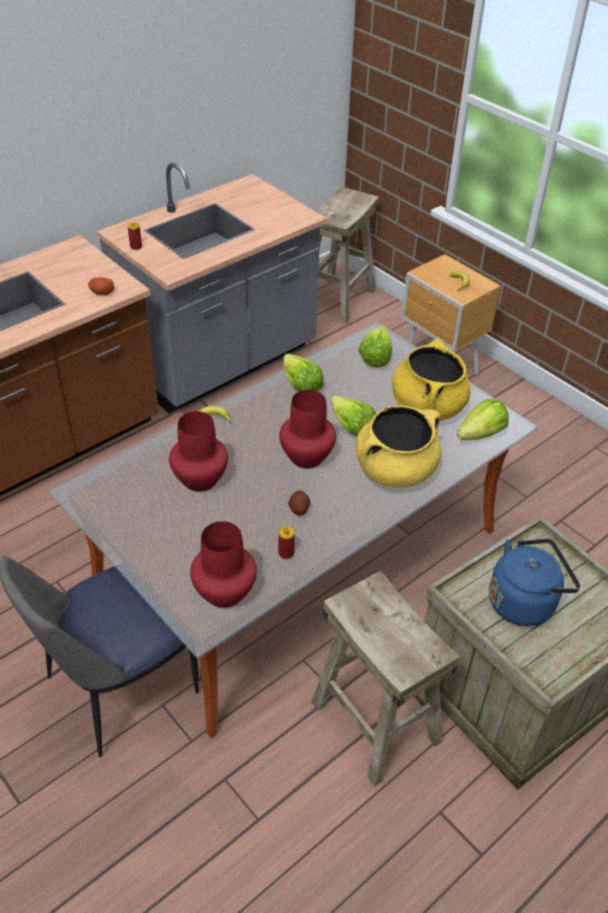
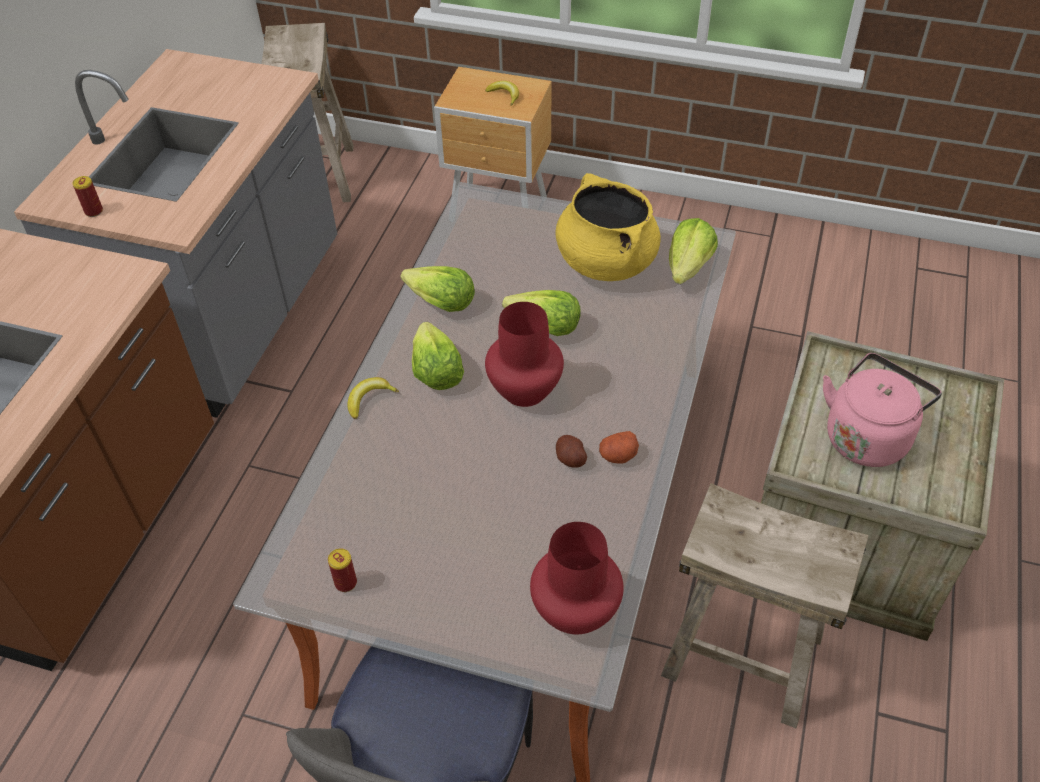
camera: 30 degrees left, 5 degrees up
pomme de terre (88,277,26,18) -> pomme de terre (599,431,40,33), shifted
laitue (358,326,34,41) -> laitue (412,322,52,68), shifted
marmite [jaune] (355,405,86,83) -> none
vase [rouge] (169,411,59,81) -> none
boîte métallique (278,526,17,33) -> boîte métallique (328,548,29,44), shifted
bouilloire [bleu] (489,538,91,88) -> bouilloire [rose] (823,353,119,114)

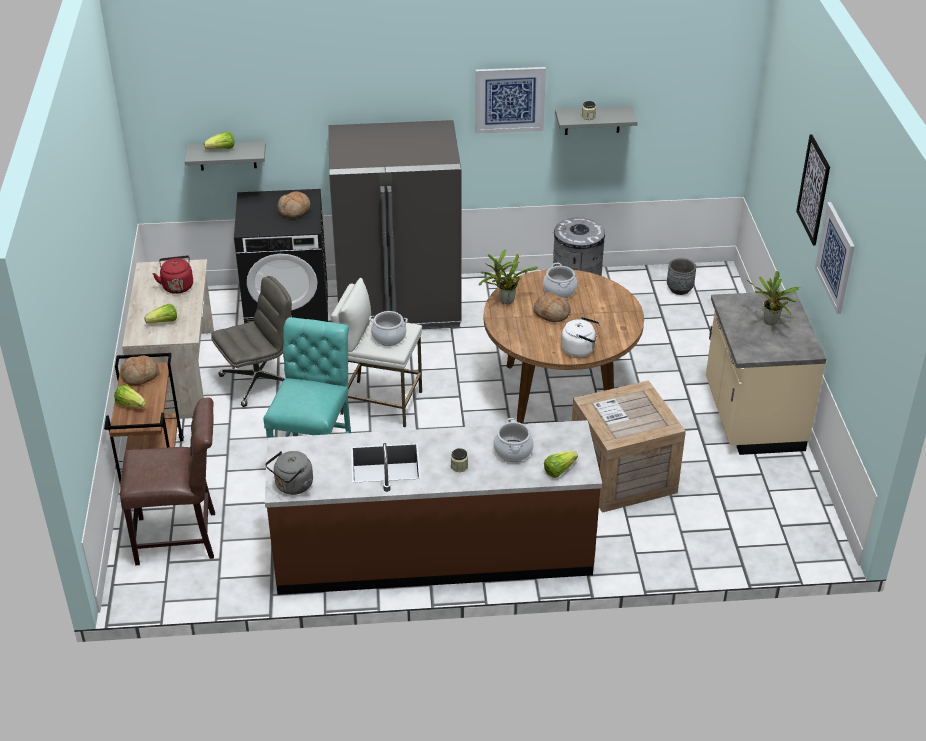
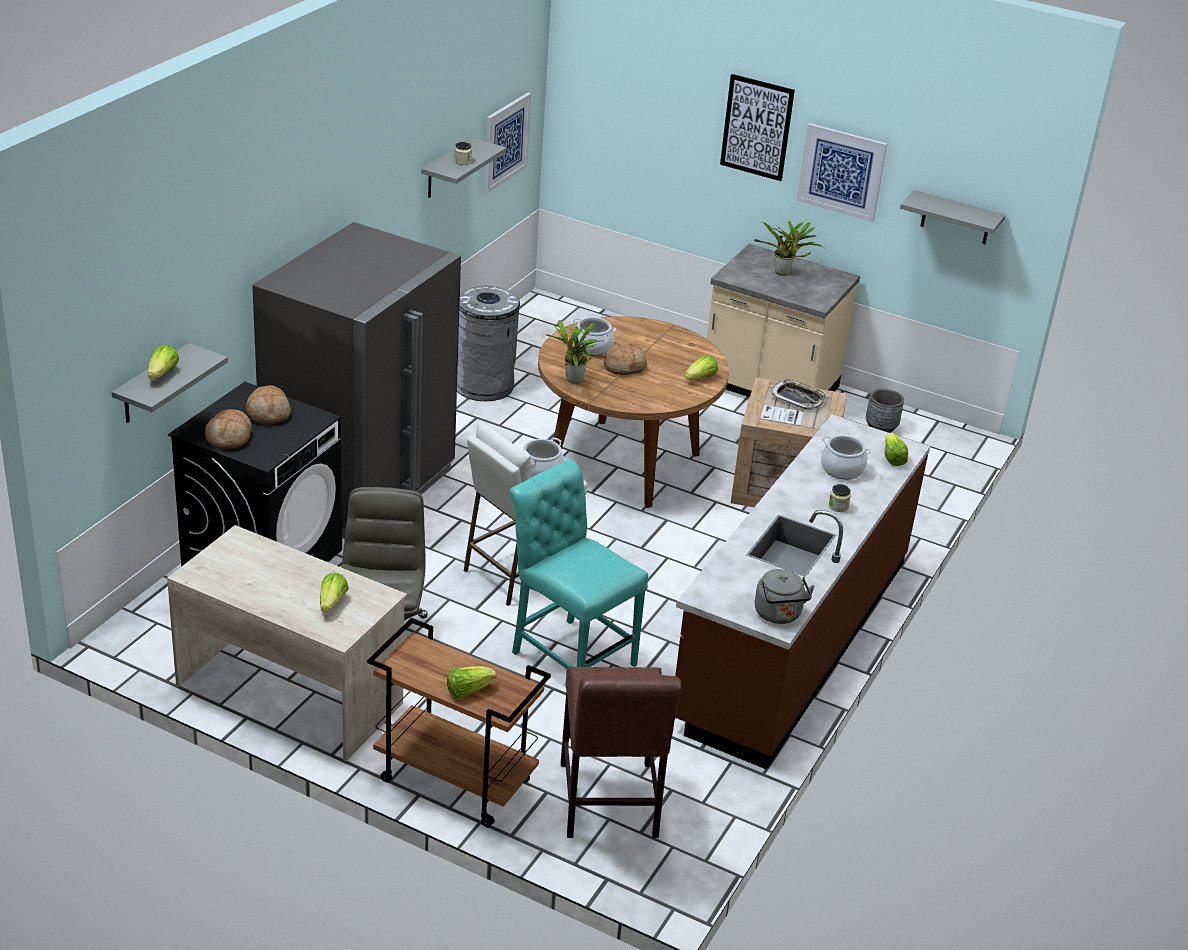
camera: 60 degrees left, 5 degrees down
tableau (475,67,71,67) -> tableau (484,93,47,100), shifted
bouilloire [rouge] (153,256,40,38) -> none
cache-pot [gris] (667,258,29,37) -> cache-pot [gris] (866,389,38,44), shifted
bouilloire [blanc] (561,317,39,40) -> laitue (685,356,33,24)
pain (121,355,39,31) -> pain (205,409,47,40), shifted
chaise [marron] (120,397,95,169) -> chaise [marron] (561,667,121,171), 150 degrees clockwise
none -> étagère [gris] (900,190,106,54)
none -> plateau (771,379,55,31)

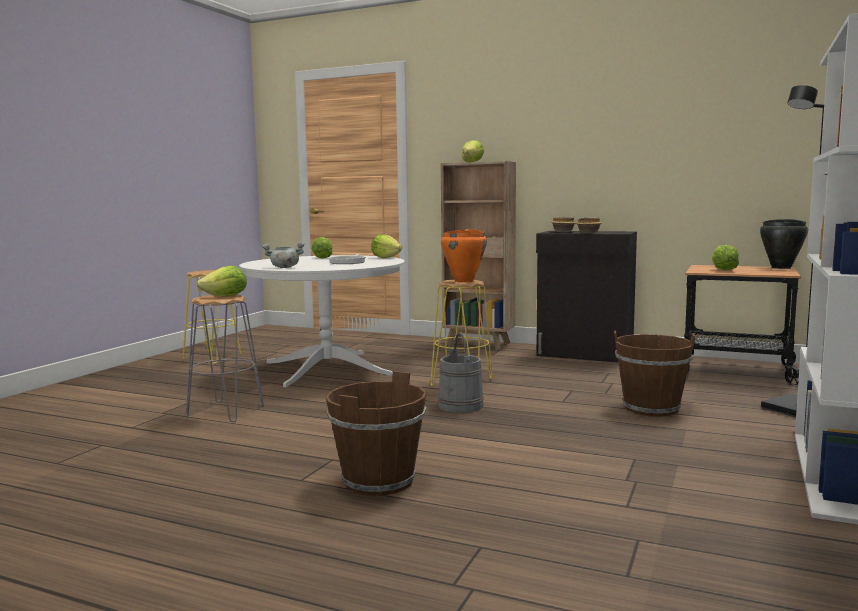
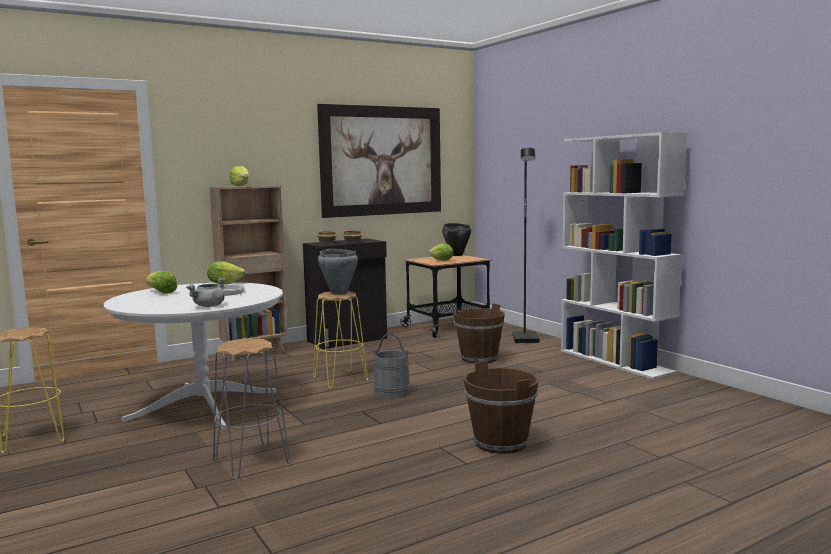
camera: 55 degrees left, 0 degrees up
marmite [orange] (441,229,46,54) -> marmite [gris] (318,249,40,46)
laitue (197,266,50,30) -> none
none -> tableau (317,104,124,114)

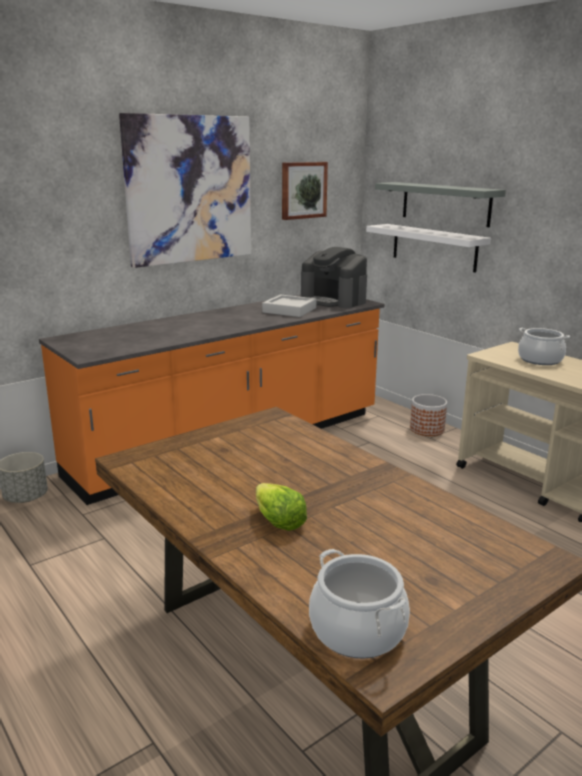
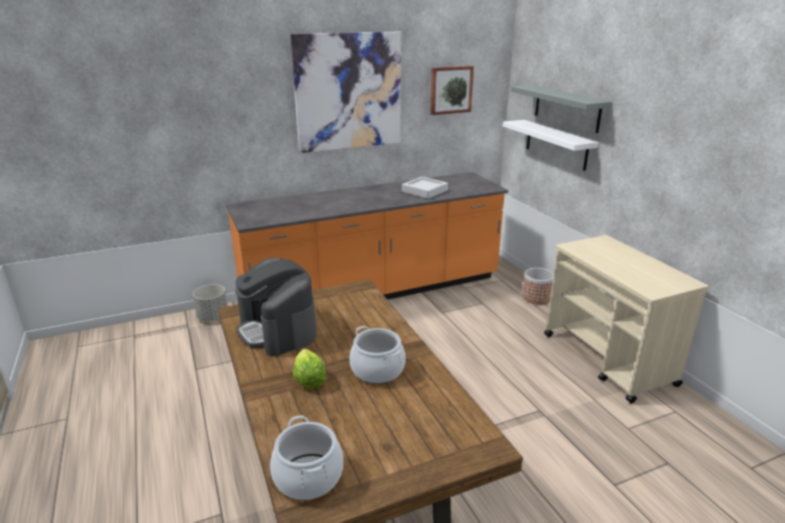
camera: 15 degrees right, 5 degrees up
machine à café (301,247,66,61) -> machine à café (235,258,82,98), shifted
marmite (518,328,52,37) -> marmite (349,326,57,58), shifted

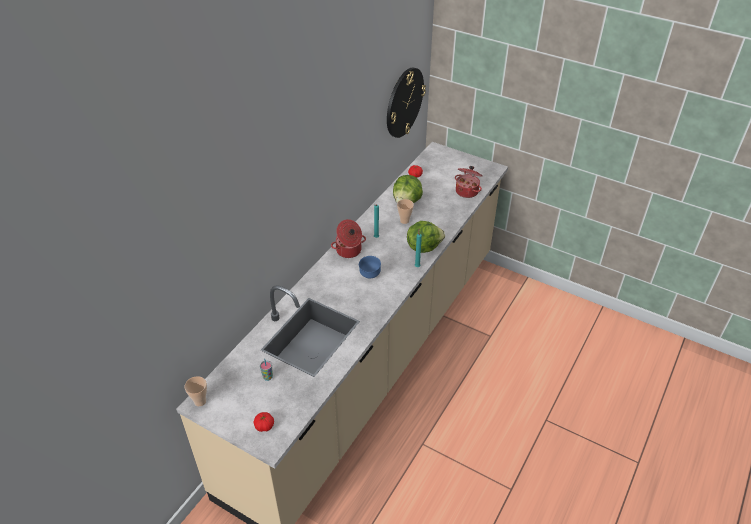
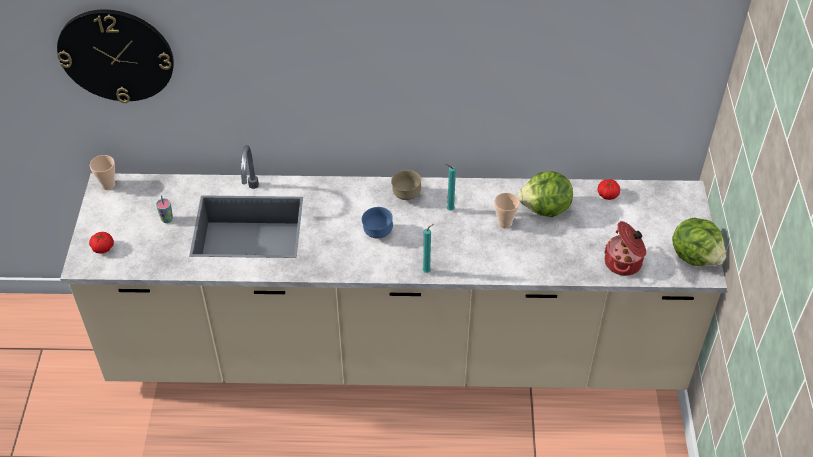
camera: 60 degrees right, 5 degrees up
horloge murale (387,67,39,71) -> horloge murale (57,10,117,93), shifted
marmite (331,219,35,39) -> bol [marron] (391,170,30,30)
laitue (407,221,38,32) -> laitue (672,218,54,48), shifted

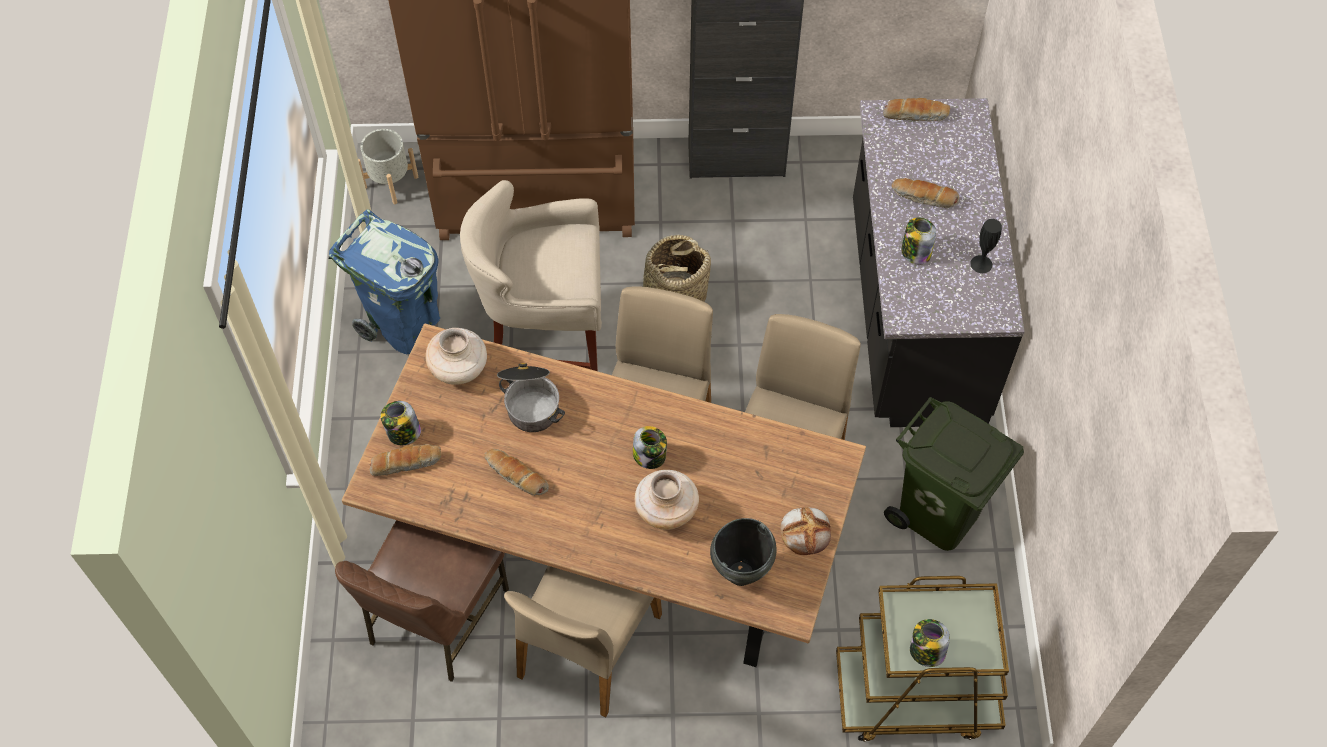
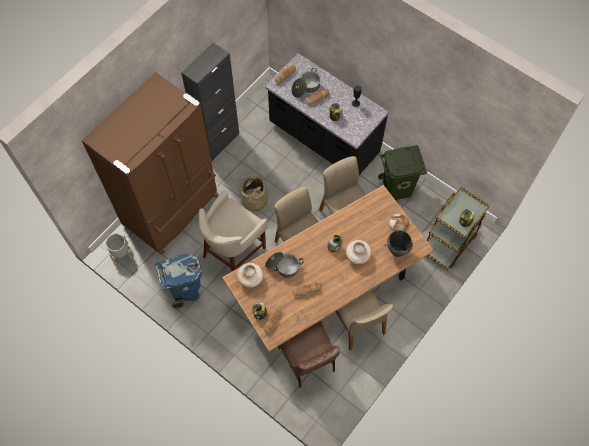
camera: 50 degrees left, 5 degrees up
none -> marmite (291,68,30,30)

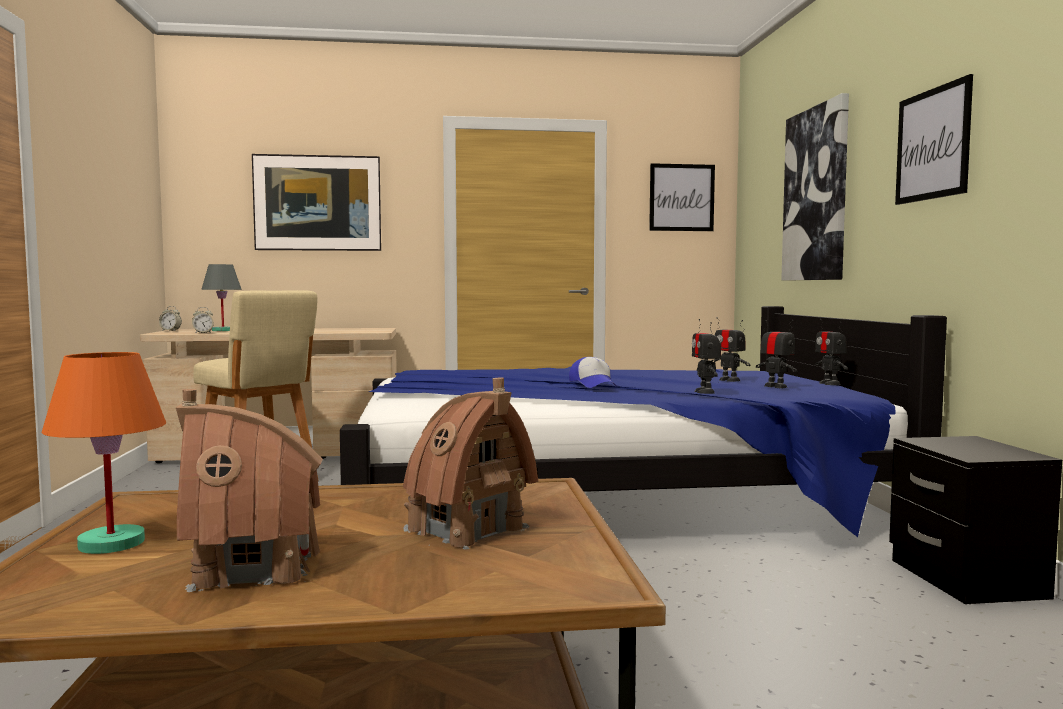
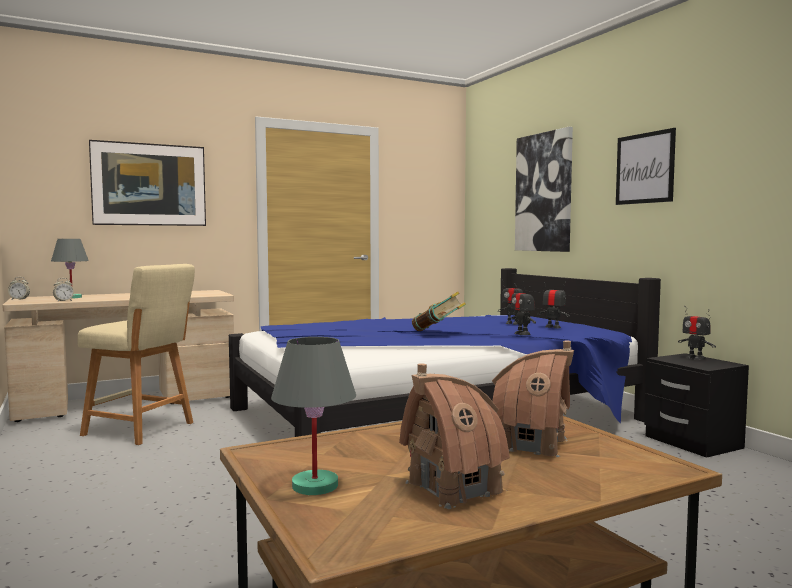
camera: 20 degrees left, 0 degrees up
tableau (649,163,66,68) -> none
robot jouet (815,319,33,66) -> robot jouet (678,306,38,54), shifted
lampe de table [orange] (42,352,124,202) -> lampe de table [gris] (271,337,85,158)
casquette (569,357,47,31) -> livre (412,291,54,40)

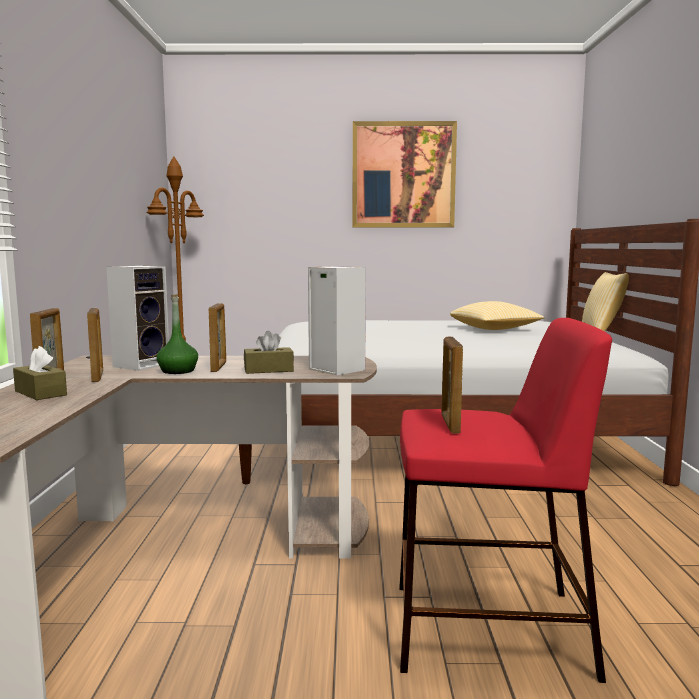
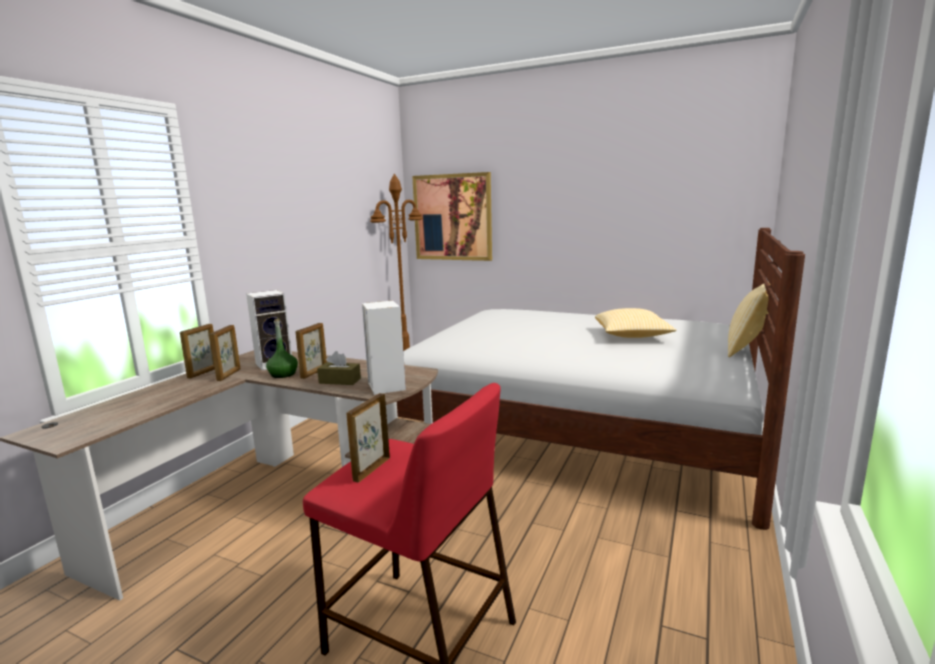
camera: 25 degrees right, 5 degrees up
tableau (353,121,104,107) -> tableau (412,172,80,89), shifted
boîte à mouchoirs [marron] (13,346,54,54) -> none

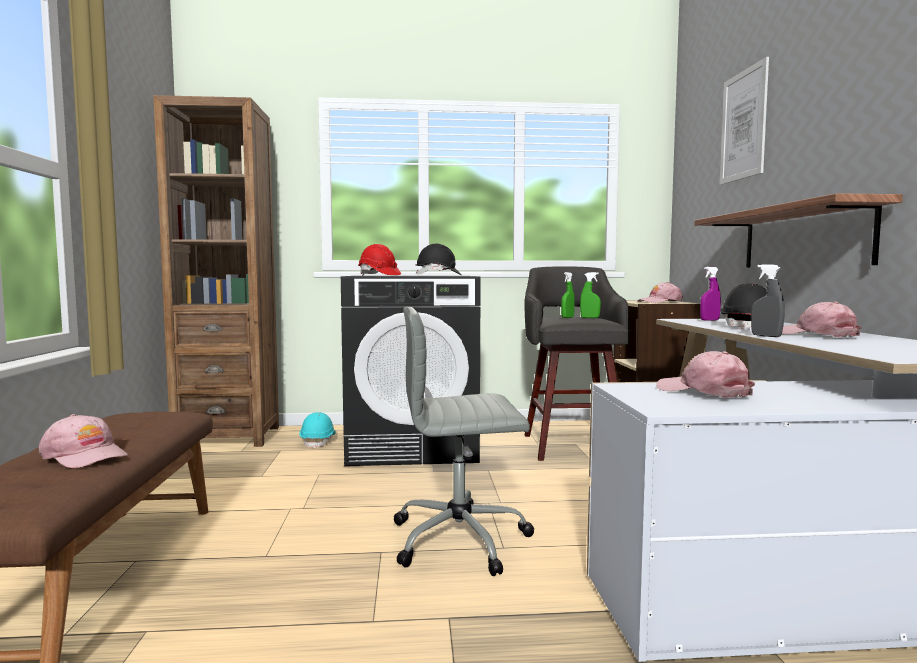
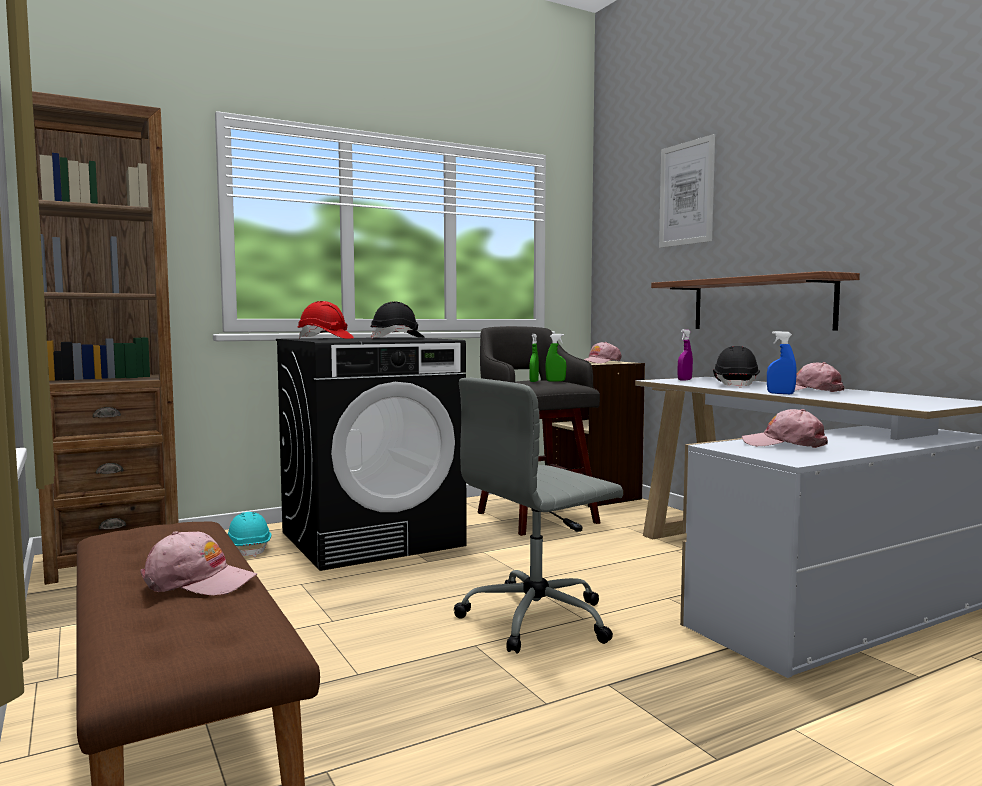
camera: 25 degrees left, 0 degrees up
vaporisateur [gris] (751,264,34,73) -> vaporisateur [bleu] (767,331,29,63)

